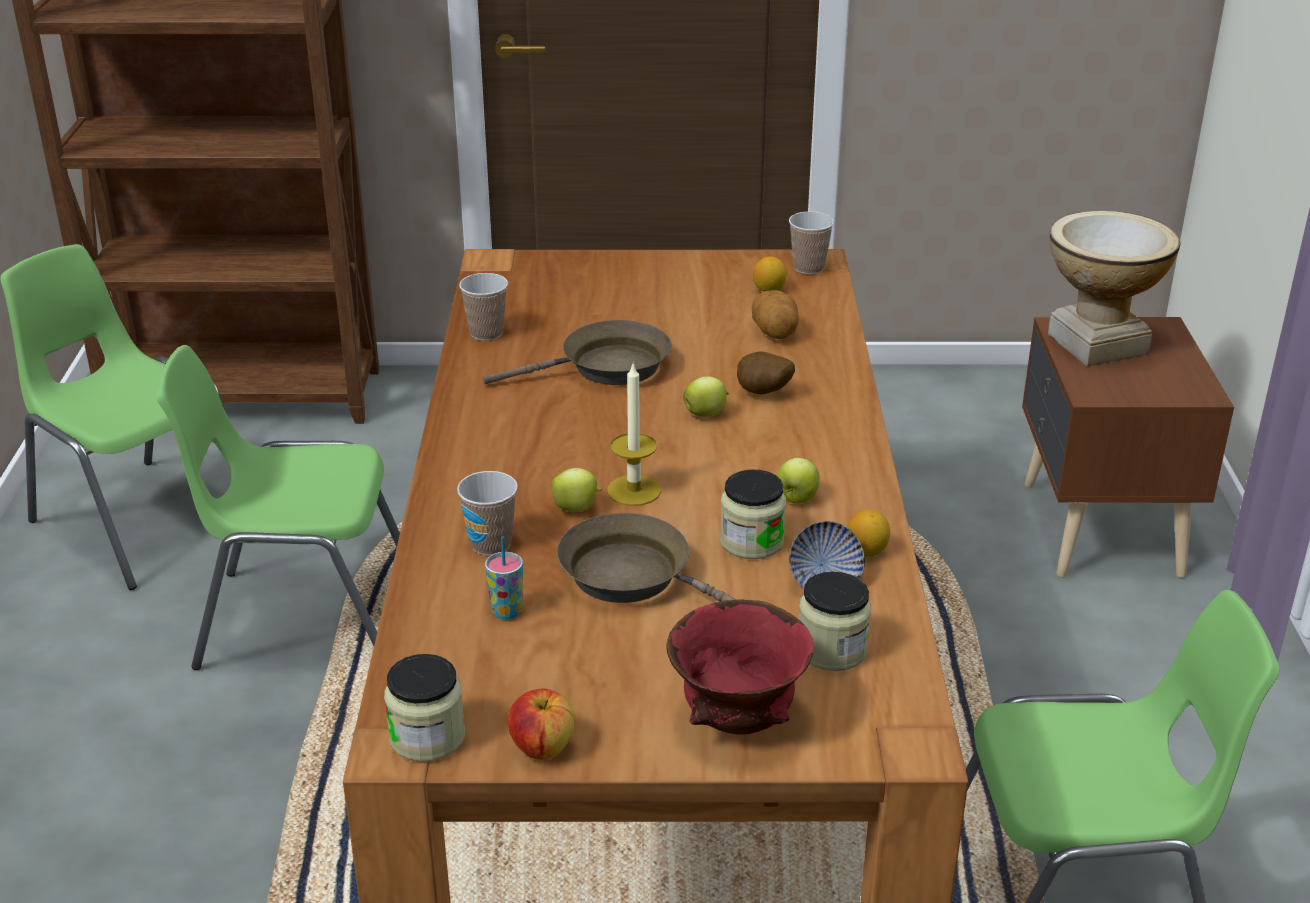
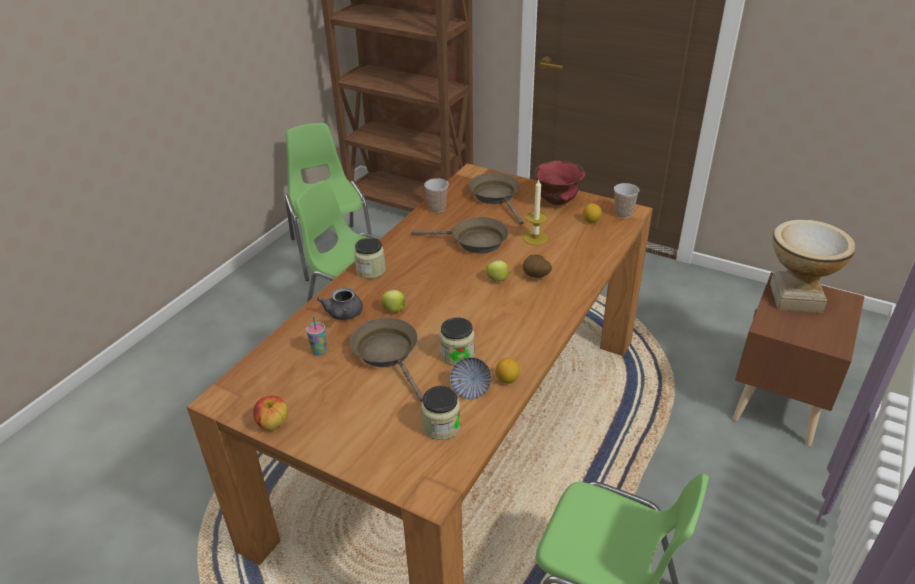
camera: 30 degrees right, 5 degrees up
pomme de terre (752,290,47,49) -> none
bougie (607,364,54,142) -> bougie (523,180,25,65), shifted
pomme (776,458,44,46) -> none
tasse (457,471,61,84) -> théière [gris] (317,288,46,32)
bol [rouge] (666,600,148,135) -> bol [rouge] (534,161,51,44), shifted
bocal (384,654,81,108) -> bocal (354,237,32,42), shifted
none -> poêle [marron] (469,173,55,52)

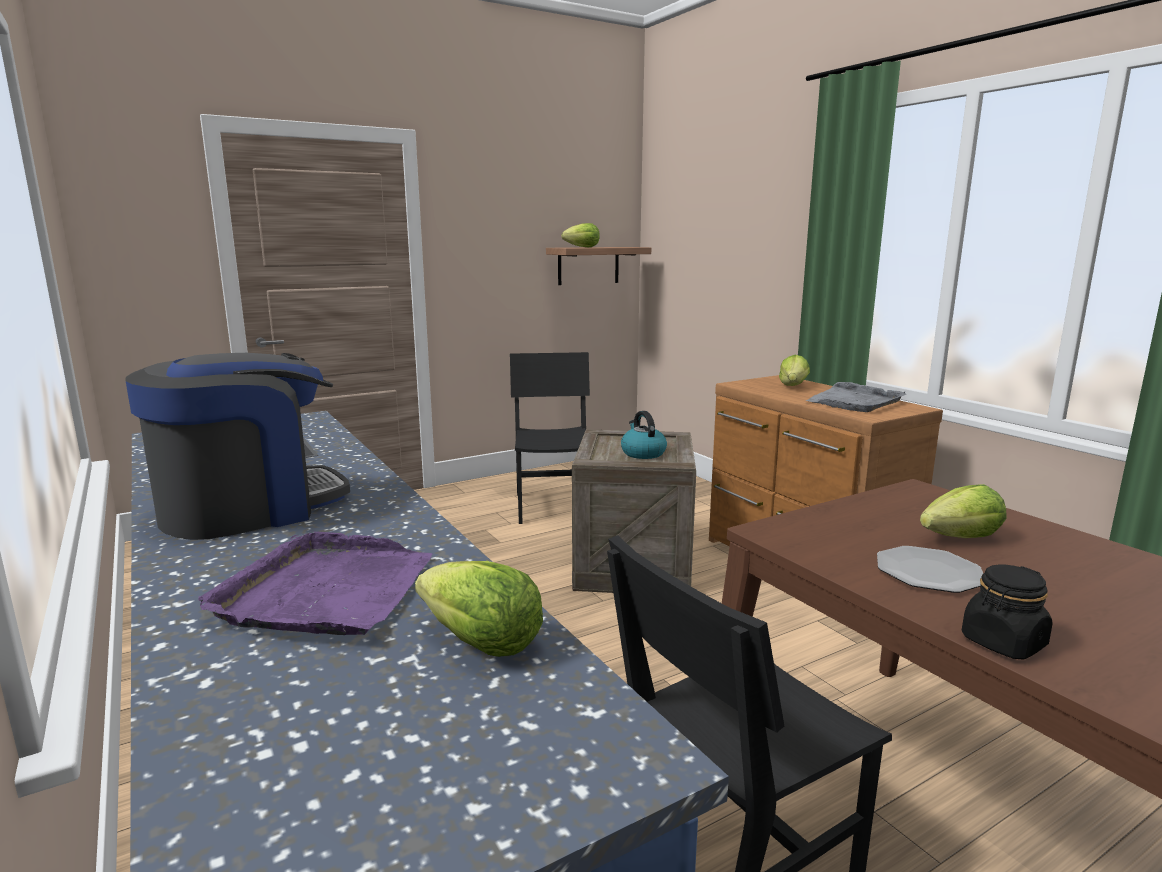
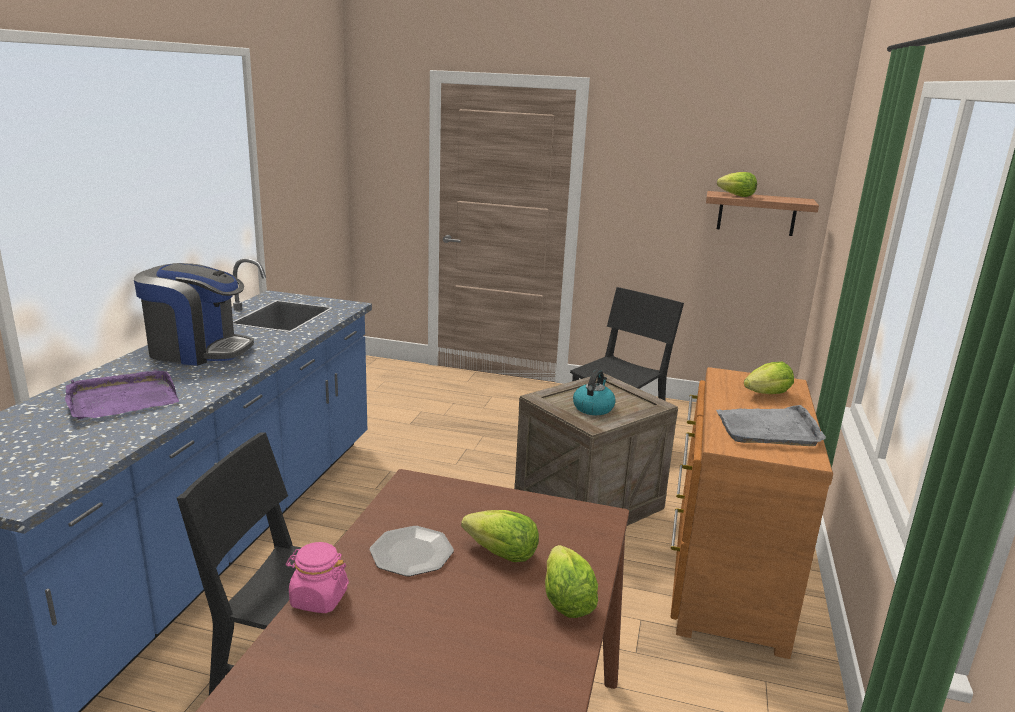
camera: 45 degrees right, 5 degrees up
laitue (415,561,128,96) -> laitue (545,545,53,73), shifted
bocal [noir] (962,565,91,95) -> bocal [rose] (286,542,63,71)

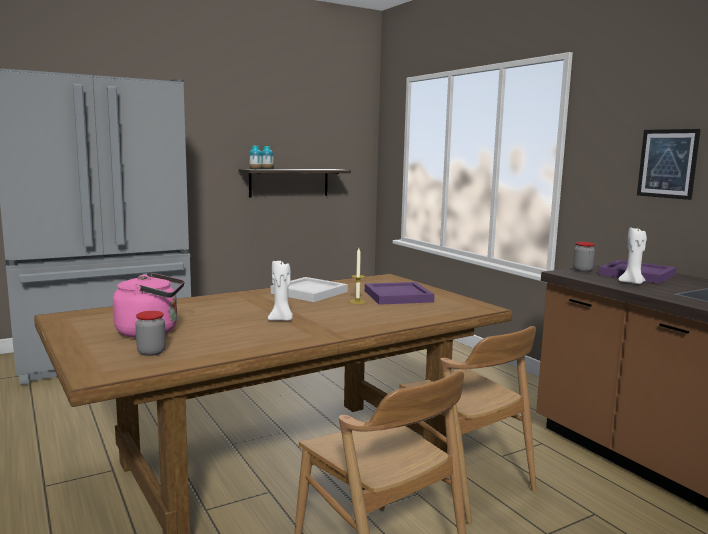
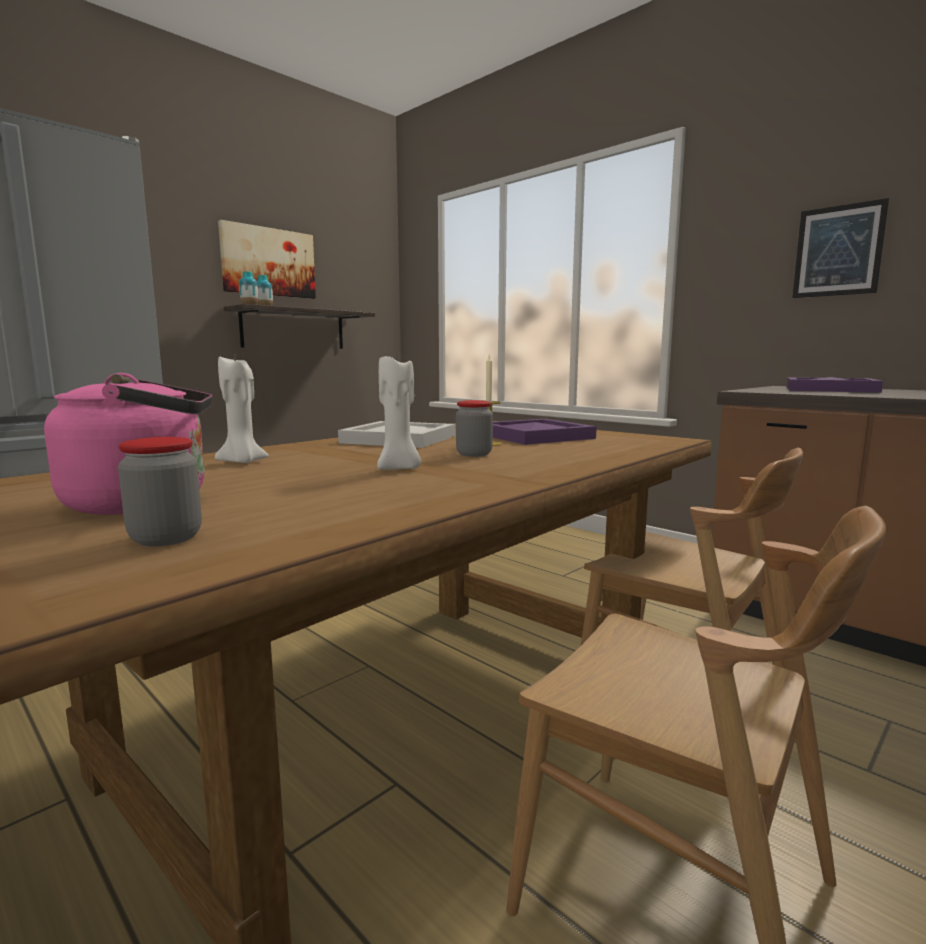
camera: 15 degrees left, 0 degrees up
bougie [blanc] (618,227,29,57) -> bougie [blanc] (215,357,54,106), shifted
bocal (573,242,22,30) -> bocal (456,400,37,57), shifted
none -> tableau (218,220,98,79)

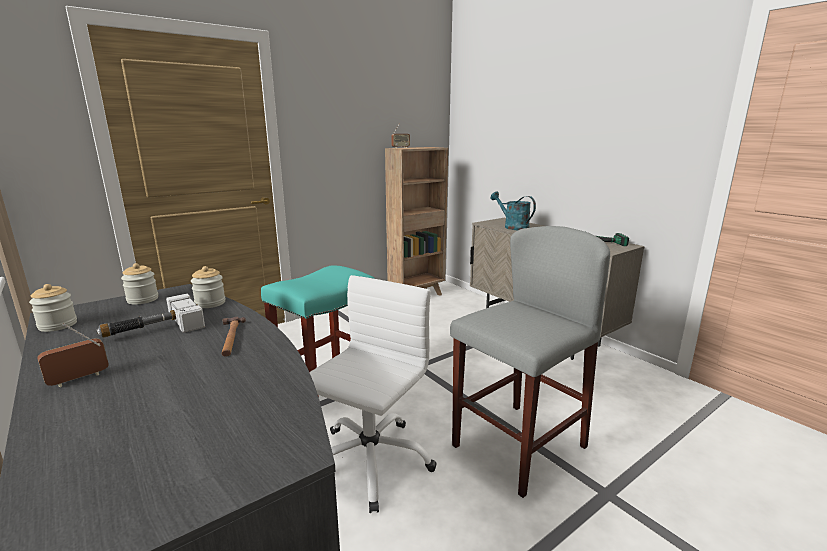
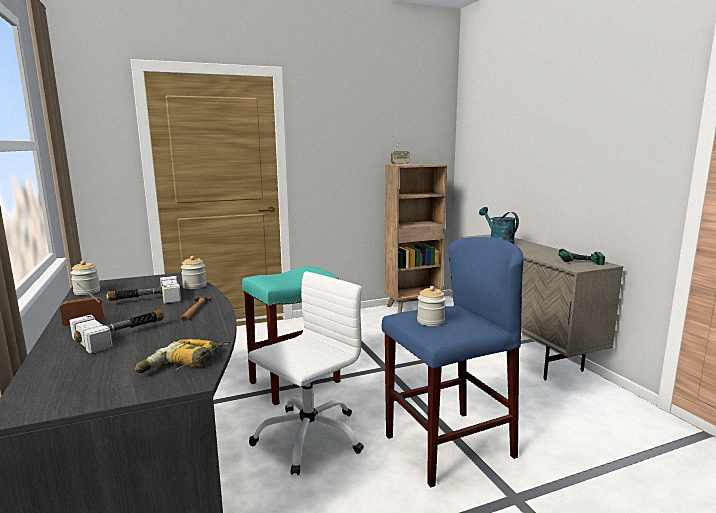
camera: 15 degrees right, 5 degrees down
tabouret [gris] (450,226,160,272) -> tabouret [bleu] (382,237,142,250)
bocal (121,263,37,42) -> bocal (417,286,29,40), shifted
none -> marteau (70,310,95,44)
none -> perceuse (135,339,96,34)

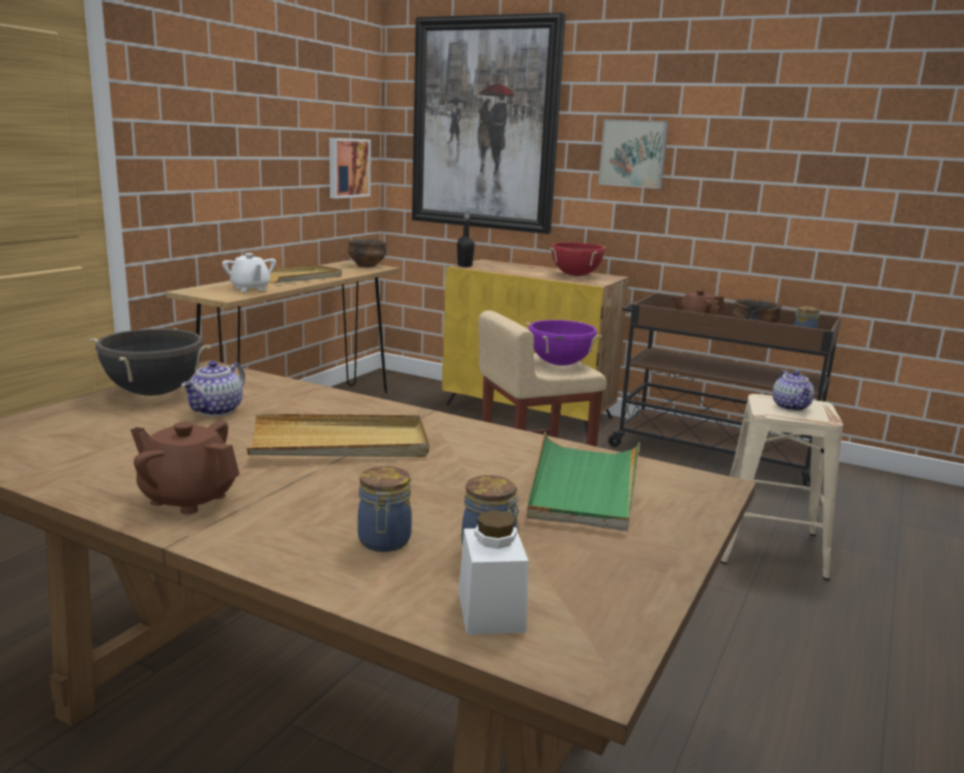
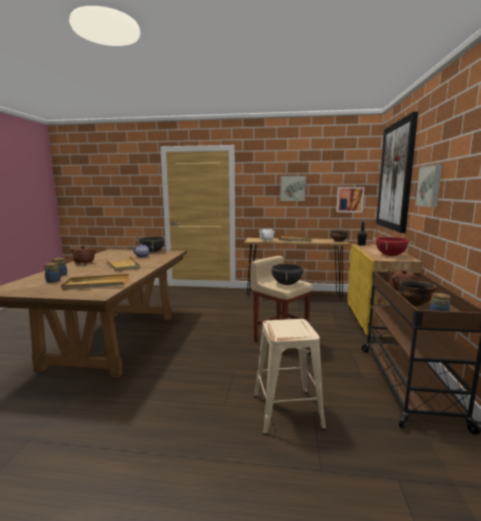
camera: 70 degrees right, 5 degrees down
marmite [violet] (525,320,77,46) -> marmite [noir] (268,264,40,21)
théière (772,370,42,41) -> none
plateau [vert] (527,432,113,99) -> plateau [beige] (61,274,68,16)
bocal [blanc] (459,510,69,125) -> none
none -> tableau (280,176,26,25)

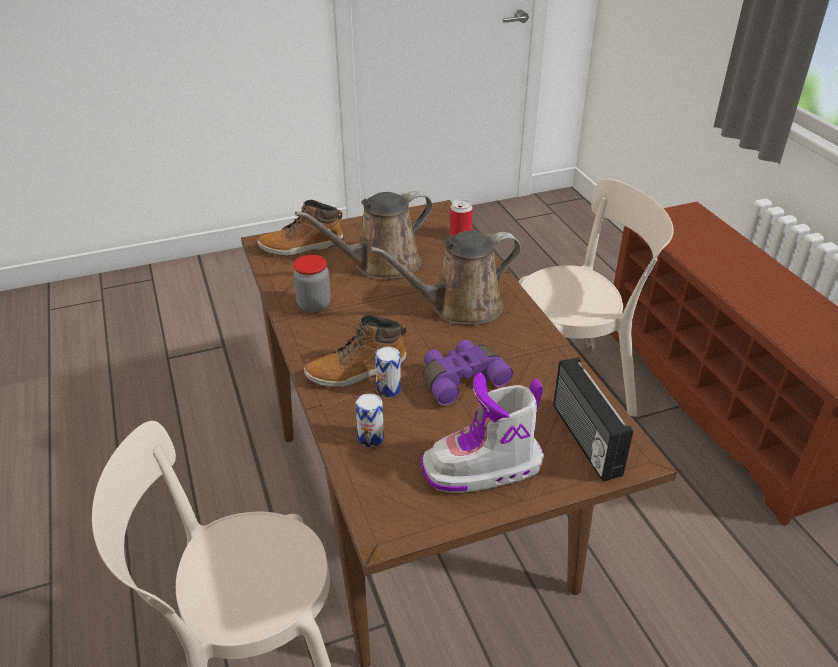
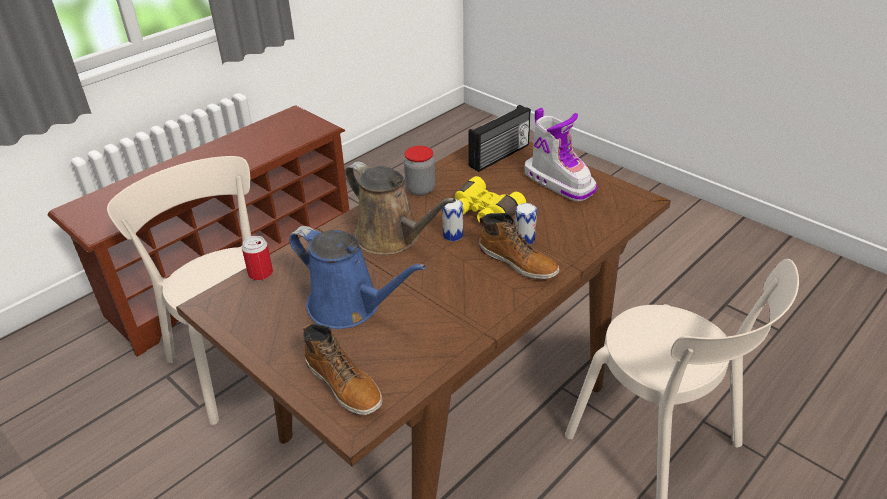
camera: 115 degrees left, 0 degrees up
arrosoir [marron] (295,191,137,88) -> arrosoir [bleu] (289,226,137,103)
bocal (293,255,38,57) -> bocal (404,146,31,50), shifted
jumelles [violet] (423,340,90,65) -> jumelles [jaune] (455,176,71,46)
boîte métallique (355,393,29,54) -> boîte métallique (442,199,21,42), shifted

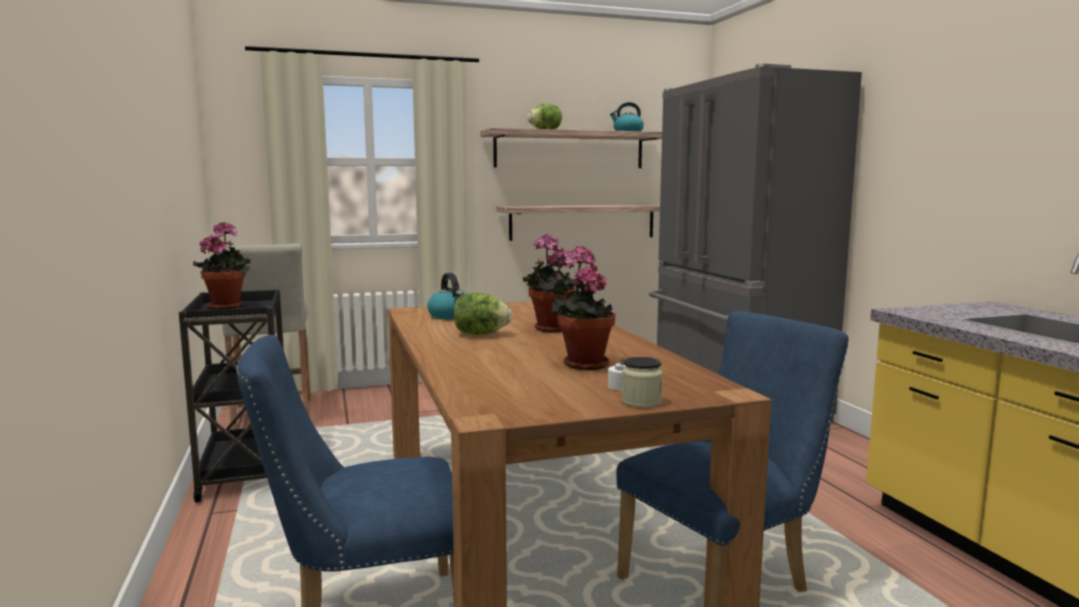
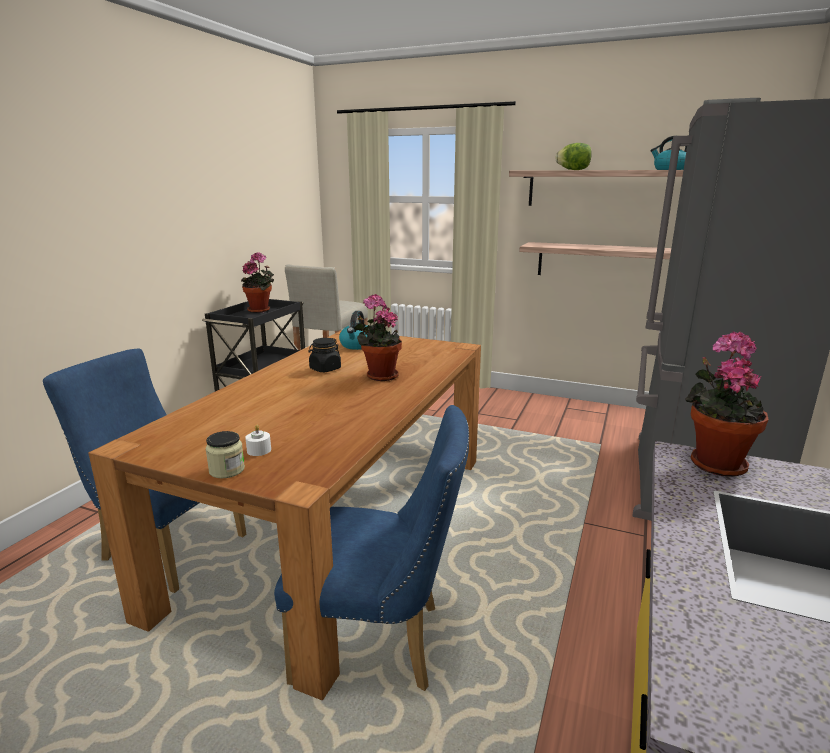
camera: 40 degrees right, 10 degrees up
plante en pot (551,246,65,124) -> plante en pot (686,331,83,146), shifted
laitue (454,293,58,42) -> bocal [noir] (308,338,33,34)

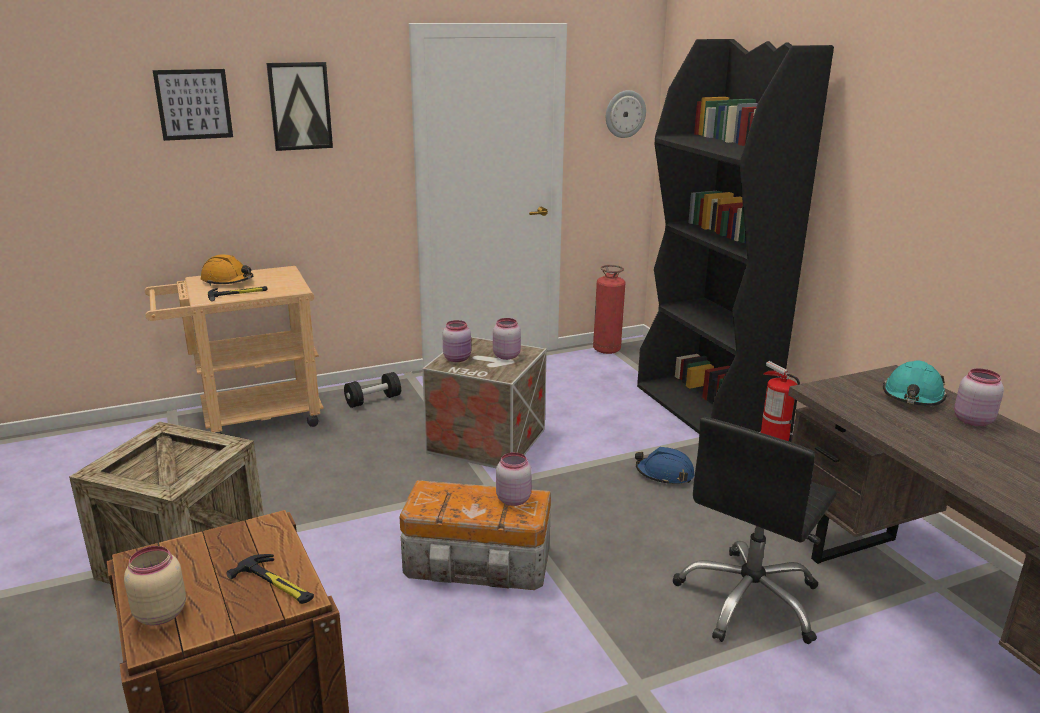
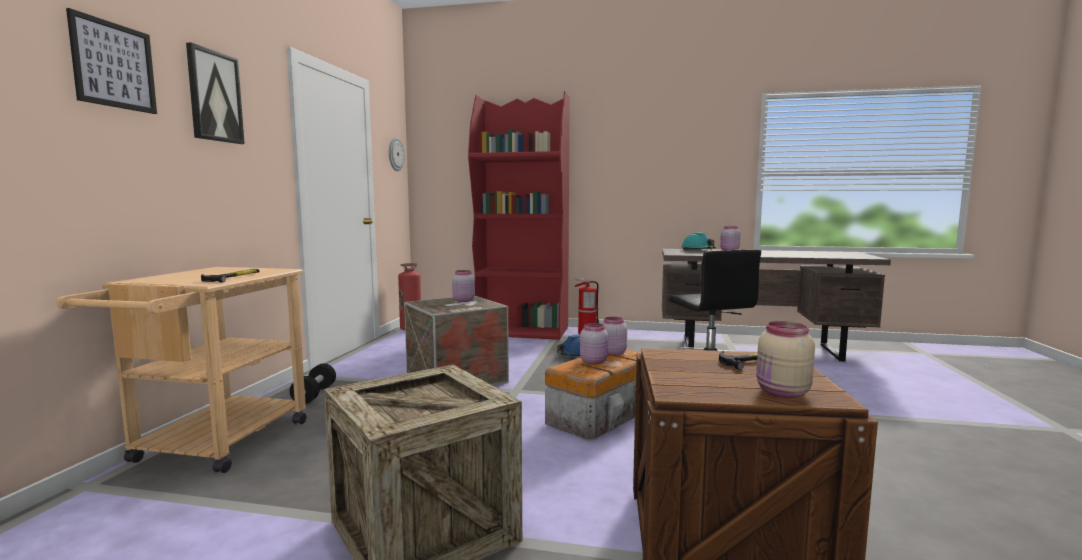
camera: 55 degrees left, 15 degrees down
bibliothèque [noir] (637,39,197,395) -> bibliothèque [rouge] (468,91,102,249)
casque de chantier [orange] (200,254,53,31) -> none
bocal [rose] (442,320,29,42) -> bocal [rose] (580,323,28,41), shifted

